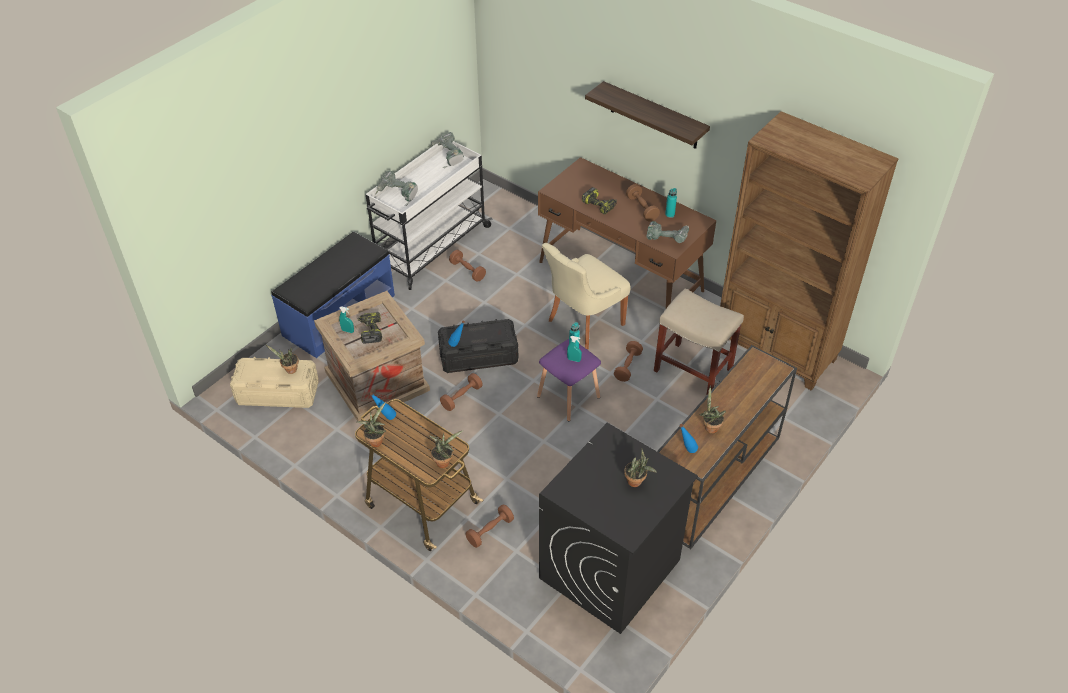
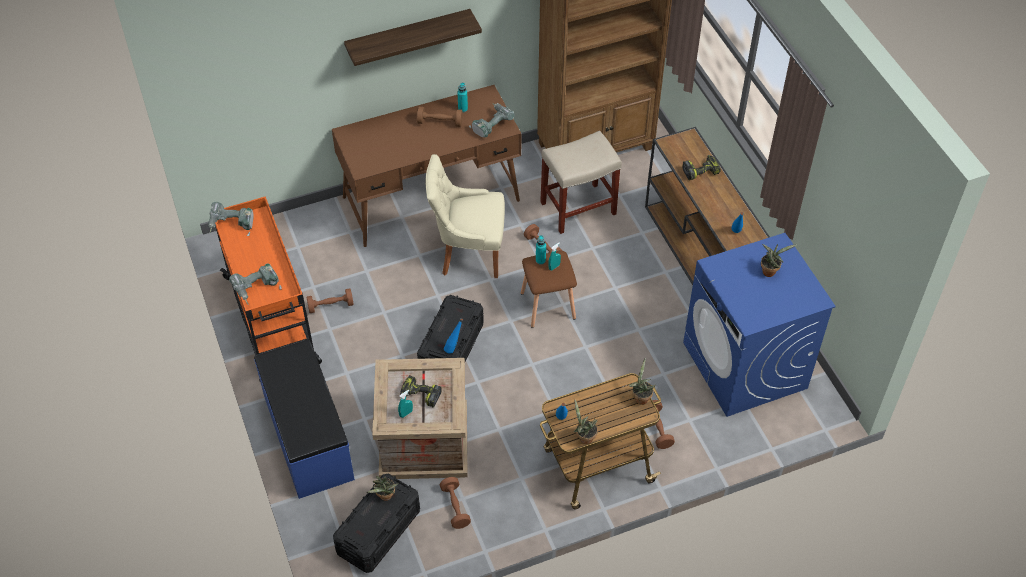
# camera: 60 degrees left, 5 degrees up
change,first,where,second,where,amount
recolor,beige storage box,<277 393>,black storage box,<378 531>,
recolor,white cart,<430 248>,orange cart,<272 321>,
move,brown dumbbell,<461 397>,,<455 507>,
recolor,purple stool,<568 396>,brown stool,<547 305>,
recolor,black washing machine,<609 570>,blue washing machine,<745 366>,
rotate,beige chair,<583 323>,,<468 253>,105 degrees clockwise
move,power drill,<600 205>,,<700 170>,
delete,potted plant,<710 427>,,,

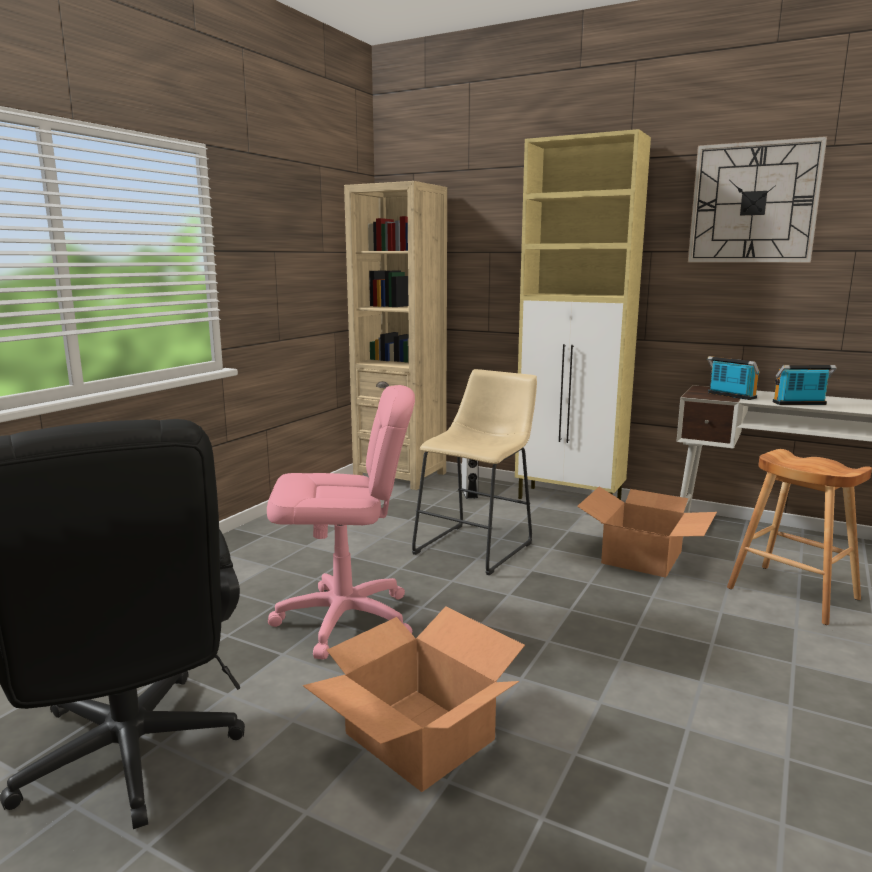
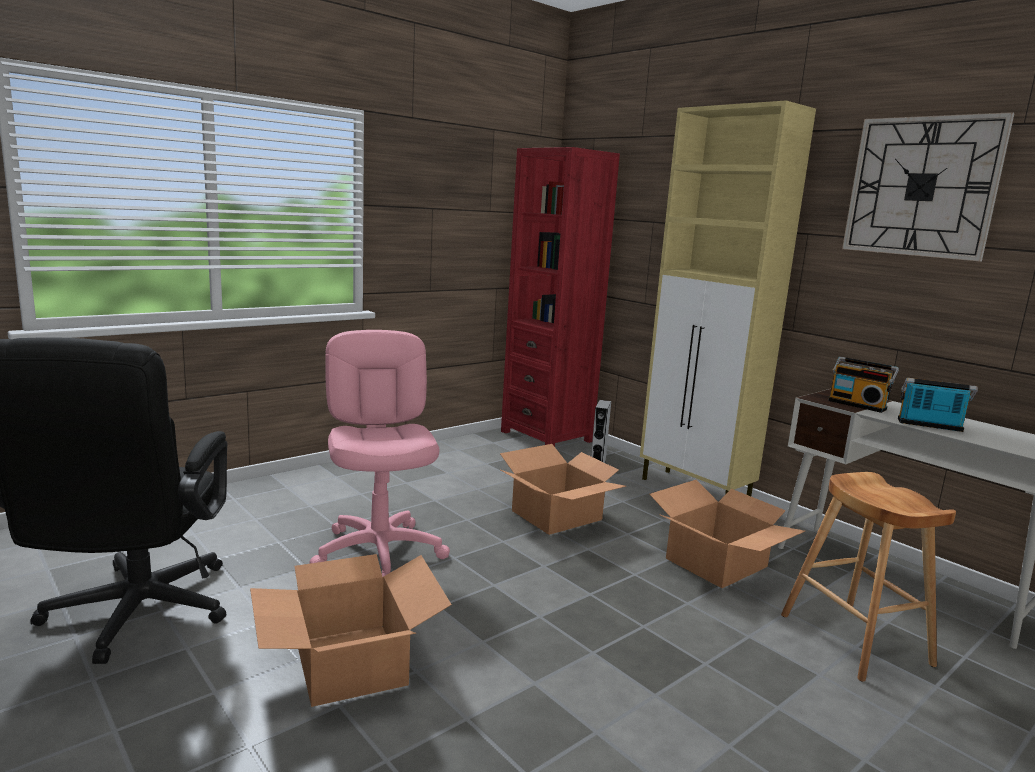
# camera: 20 degrees right, 0 degrees up
change,first,where,second,where,amount
rotate,pink office chair,<345 620>,,<380 552>,120 degrees counterclockwise
recolor,beige bookcase,<400 475>,red bookcase,<547 436>,
replace,beige stool,<477 546>,cardboard box,<557 515>,
rotate,radio,<730 396>,,<858 405>,150 degrees clockwise

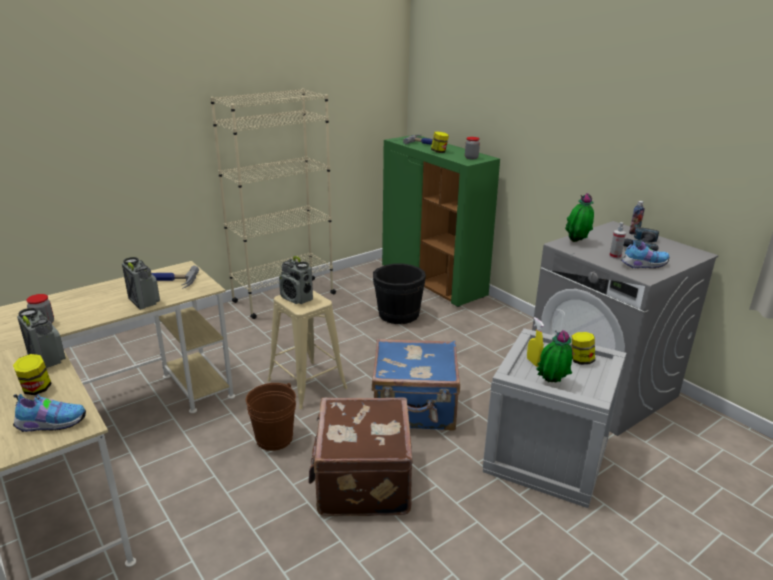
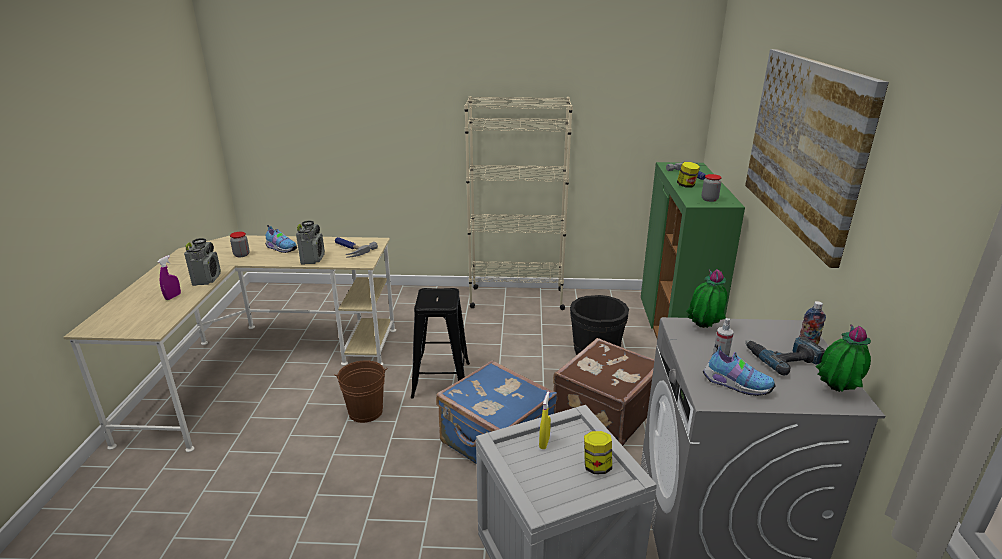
# camera: 40 degrees right, 0 degrees up
change,first,where,second,where,amount
replace,jar,<36 389>,purple spray bottle,<173 297>,
move,shoe,<50 424>,,<281 249>,
recolor,beige stool,<307 384>,black stool,<441 380>,
delete,radio,<297 299>,,,
move,brown suitcase,<361 481>,,<602 415>,
move,potted plant,<551 383>,,<835 392>,
insert,,,picture,<804 145>,

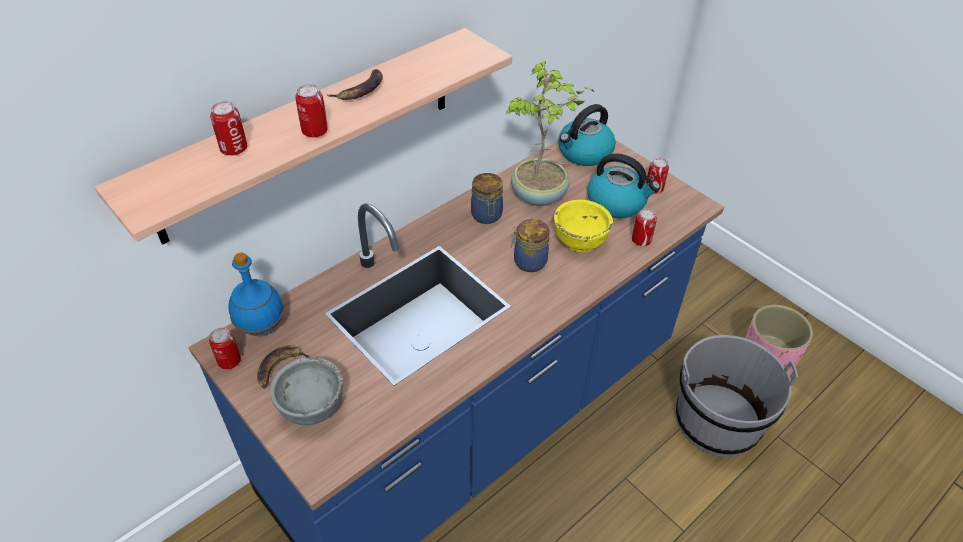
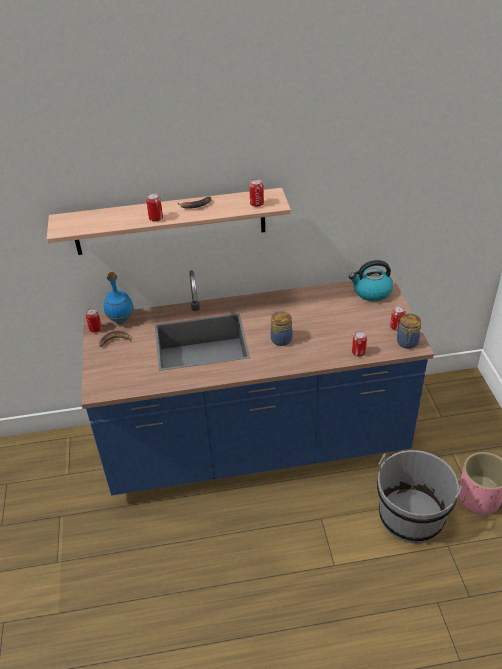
# camera: 35 degrees right, 5 degrees down
change,first,where,second,where,amount
move,can,<234 149>,,<257 204>,
delete,grey bowl,<312 407>,,,
move,jar,<487 216>,,<407 343>,
delete,potted plant,<540 196>,,,
delete,yellow bowl,<579 240>,,,
delete,kettle,<617 202>,,,

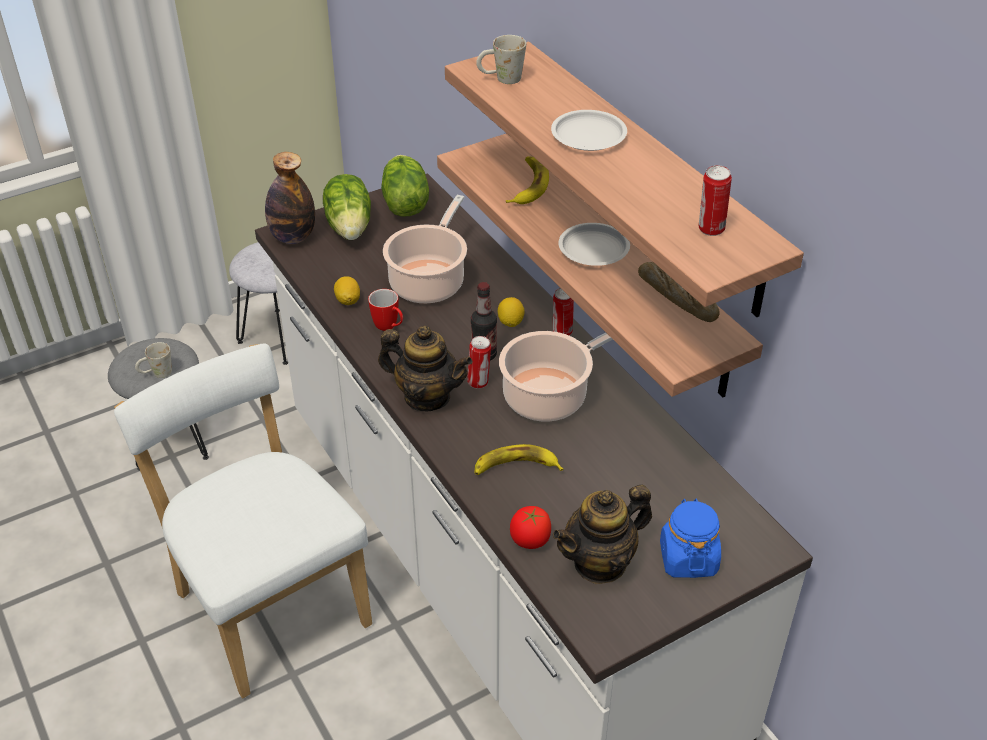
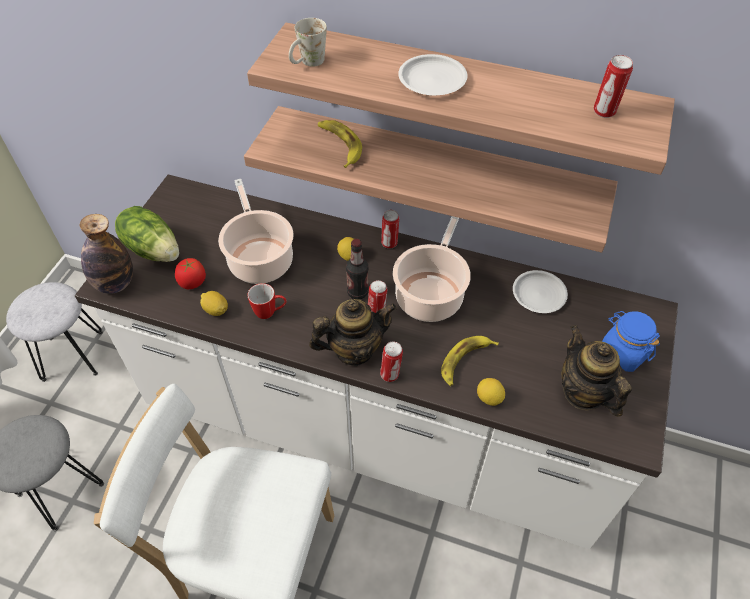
# camera: 40 degrees left, 10 degrees up
change,first,where,second,where,amount
delete,white mug,<156 374>,,,
delete,lettuce,<404 204>,,,
move,tomato,<530 540>,,<192 283>,
rotate,teapot,<600 562>,,<583 392>,135 degrees clockwise
move,white plate,<593 249>,,<538 294>,
delete,bread,<677 298>,,,
insert,,,can,<390 375>,
insert,,,lemon,<489 398>,

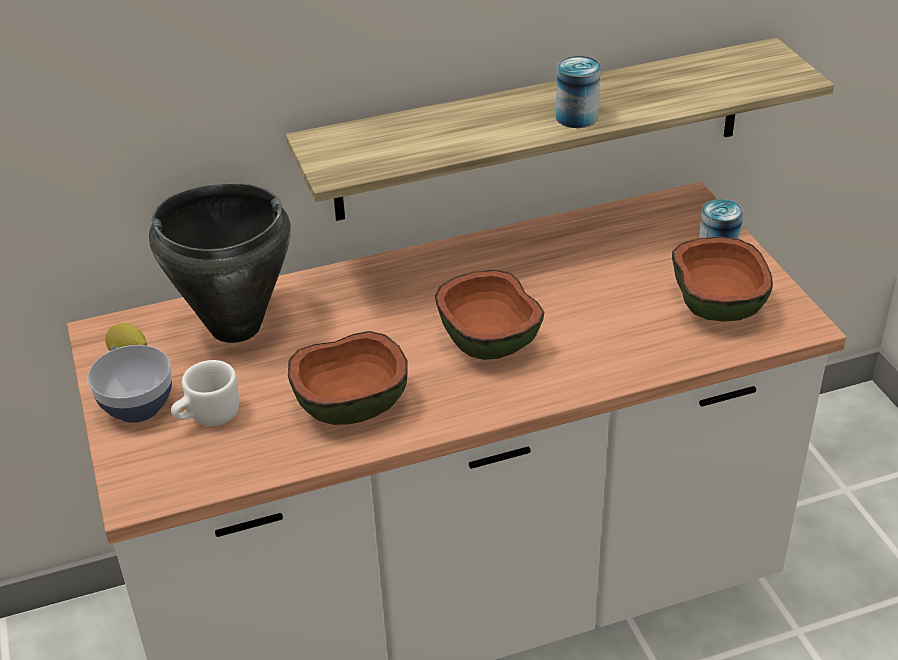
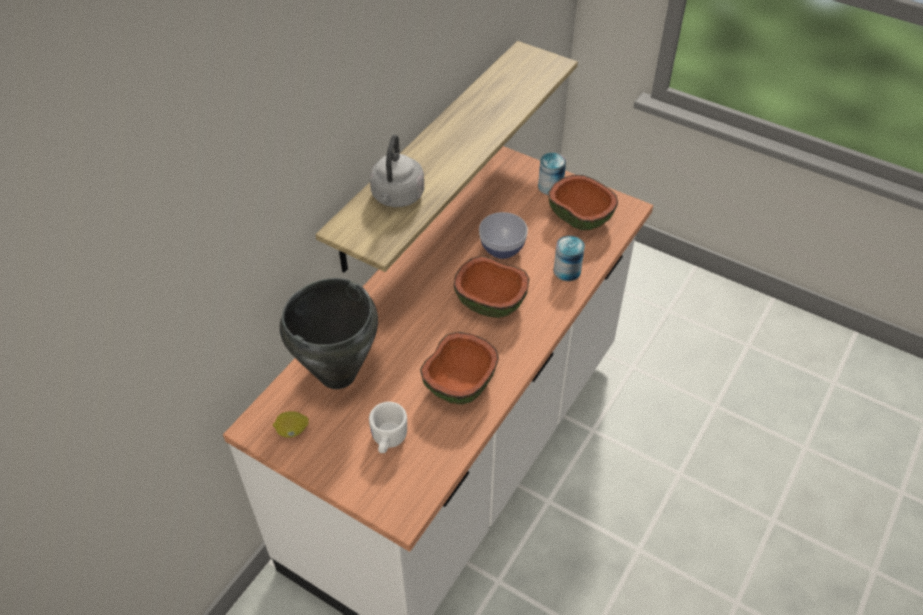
# camera: 40 degrees left, 10 degrees up
change,first,where,second,where,amount
move,bowl,<138 407>,,<502 249>,
move,can,<576 117>,,<567 271>,
insert,,,grey kettle,<397 197>,

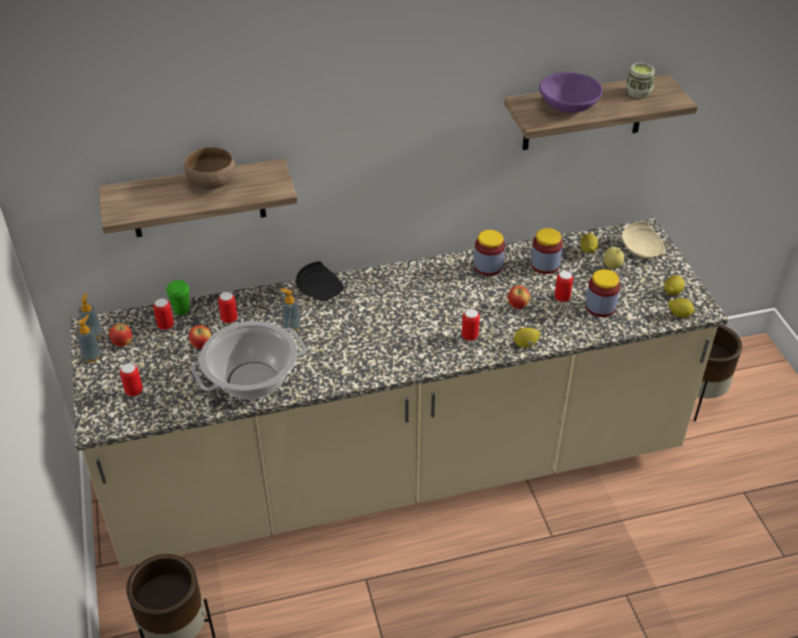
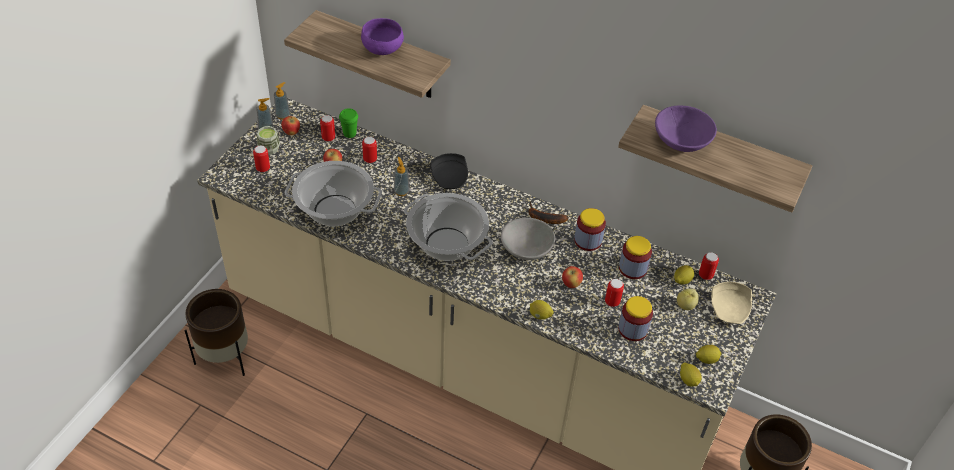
# camera: 40 degrees right, 5 degrees up
change,first,where,second,where,amount
recolor,brown bowl,<212 182>,purple bowl,<383 48>,
move,can,<469 336>,,<705 275>,
move,cup,<638 92>,,<269 149>,
insert,,,cooking pot,<446 244>,
insert,,,grey bowl,<526 249>,
insert,,,banana,<543 218>,

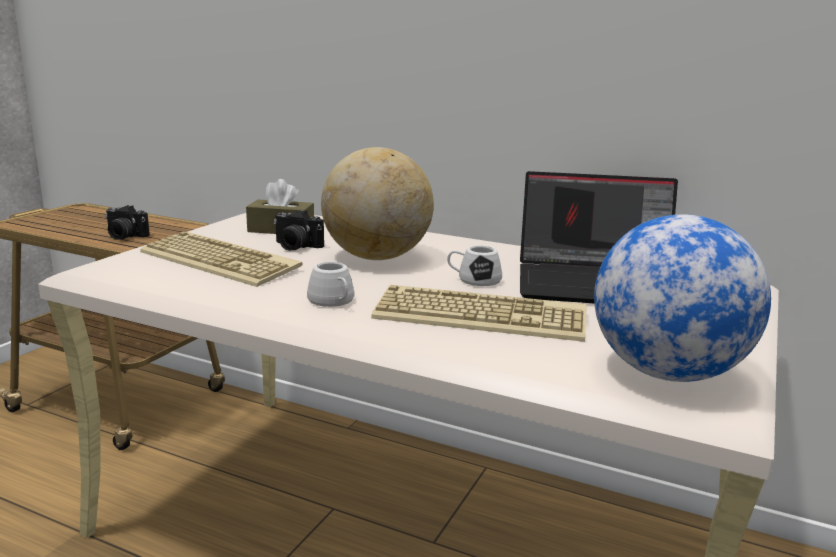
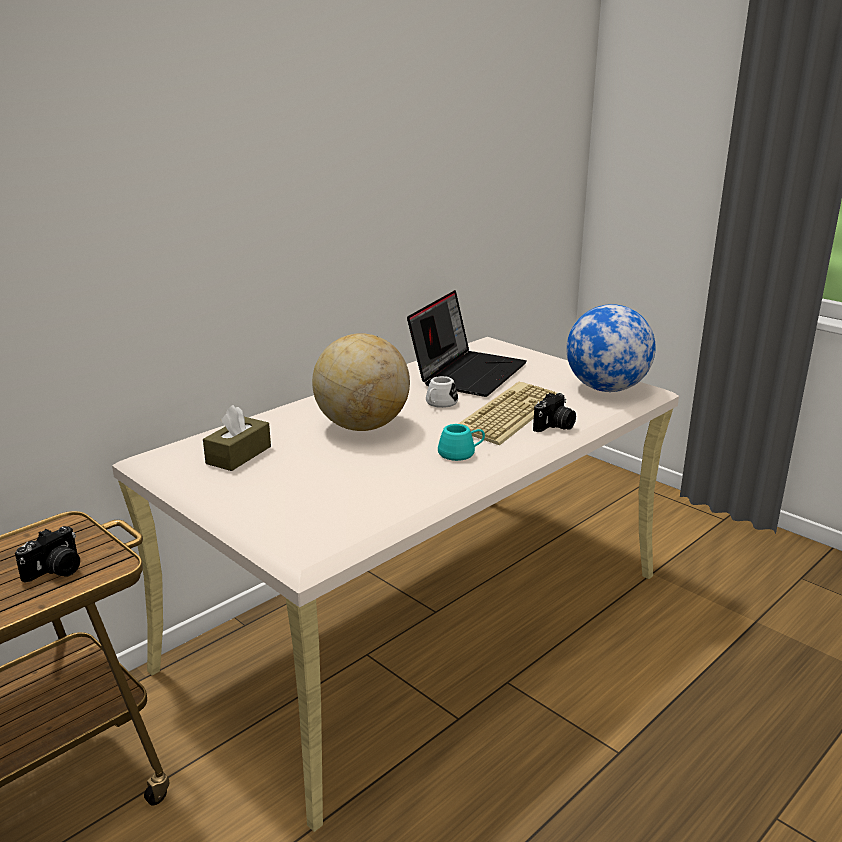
# camera: 70 degrees left, 5 degrees up
change,first,where,second,where,amount
delete,keyboard,<222 260>,,,
move,photo camera,<295 246>,,<555 426>,
recolor,white mug,<333 302>,turquoise mug,<461 453>,

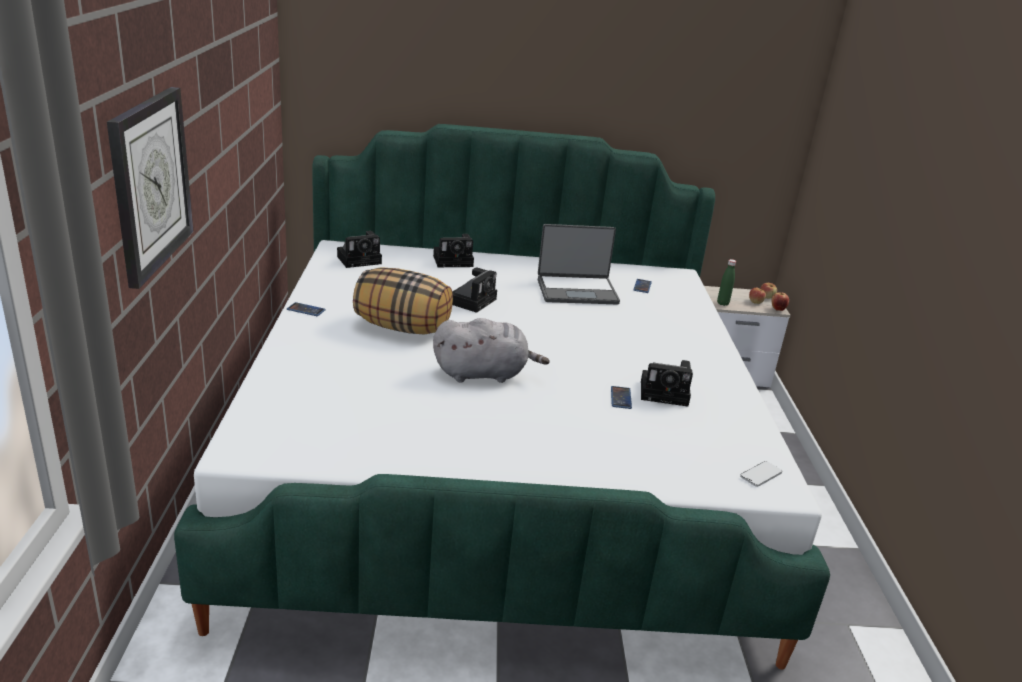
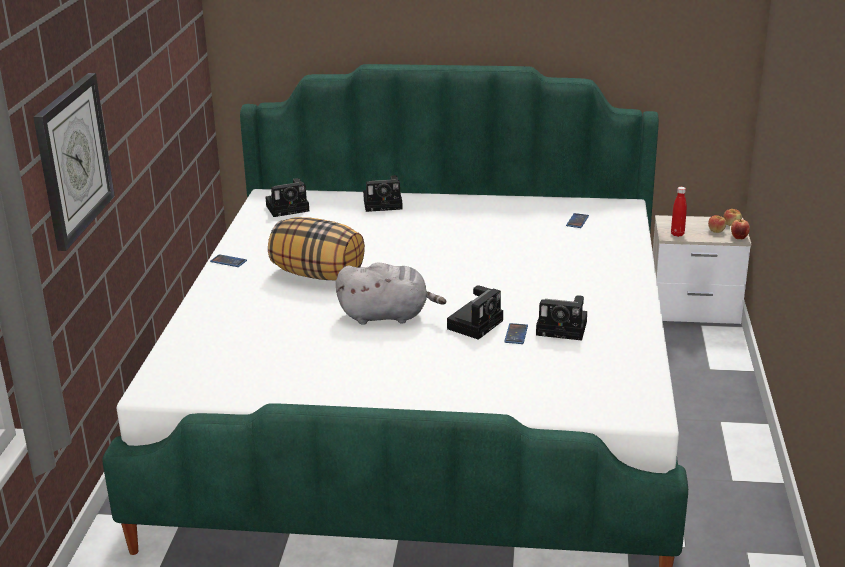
# camera: 10 degrees right, 0 degrees up
change,first,where,second,where,amount
move,photo camera,<473 300>,,<476 323>,
delete,laptop,<577 291>,,,
recolor,green bottle,<722 303>,red bottle,<677 234>,
delete,phone,<760 475>,,,

